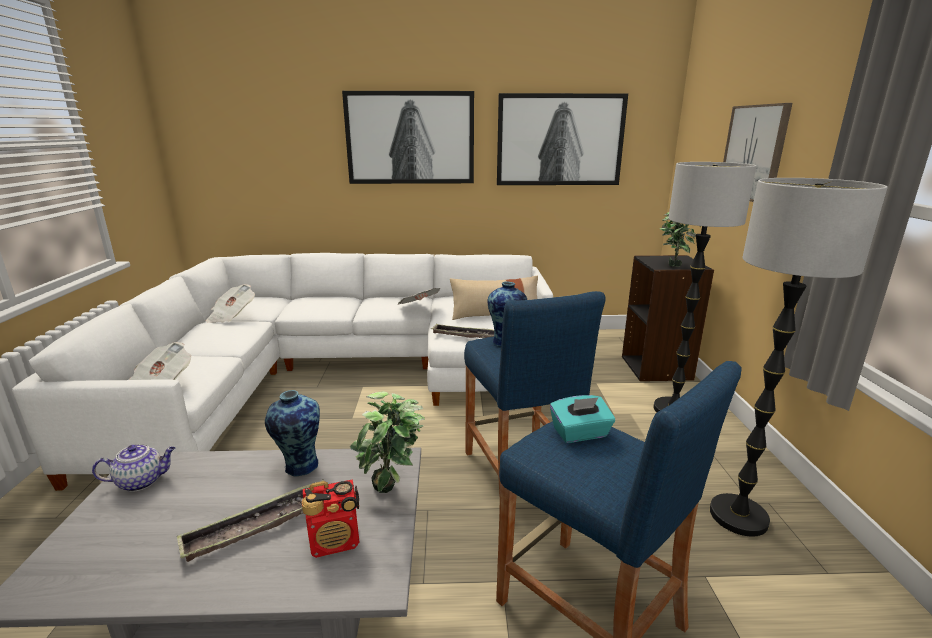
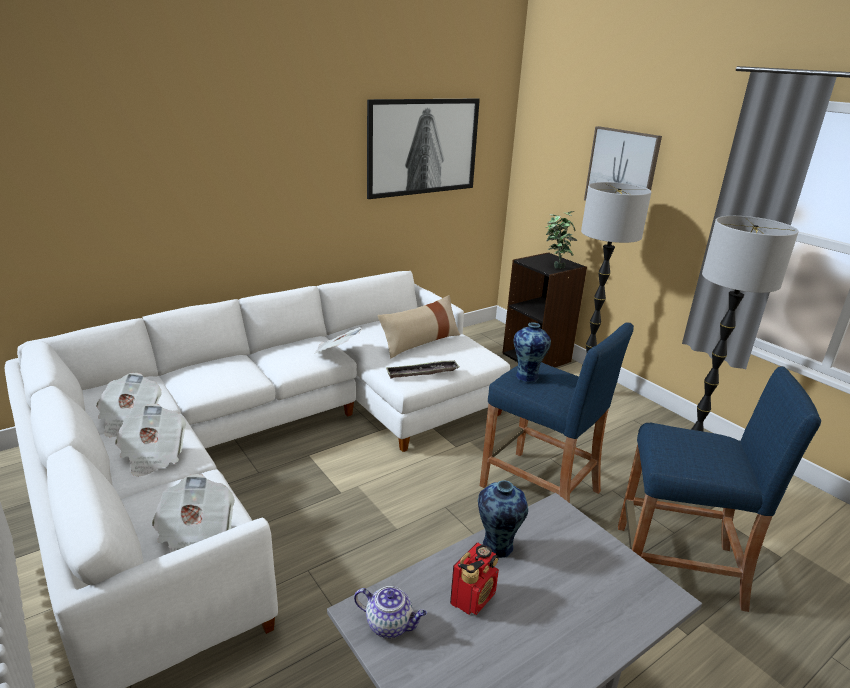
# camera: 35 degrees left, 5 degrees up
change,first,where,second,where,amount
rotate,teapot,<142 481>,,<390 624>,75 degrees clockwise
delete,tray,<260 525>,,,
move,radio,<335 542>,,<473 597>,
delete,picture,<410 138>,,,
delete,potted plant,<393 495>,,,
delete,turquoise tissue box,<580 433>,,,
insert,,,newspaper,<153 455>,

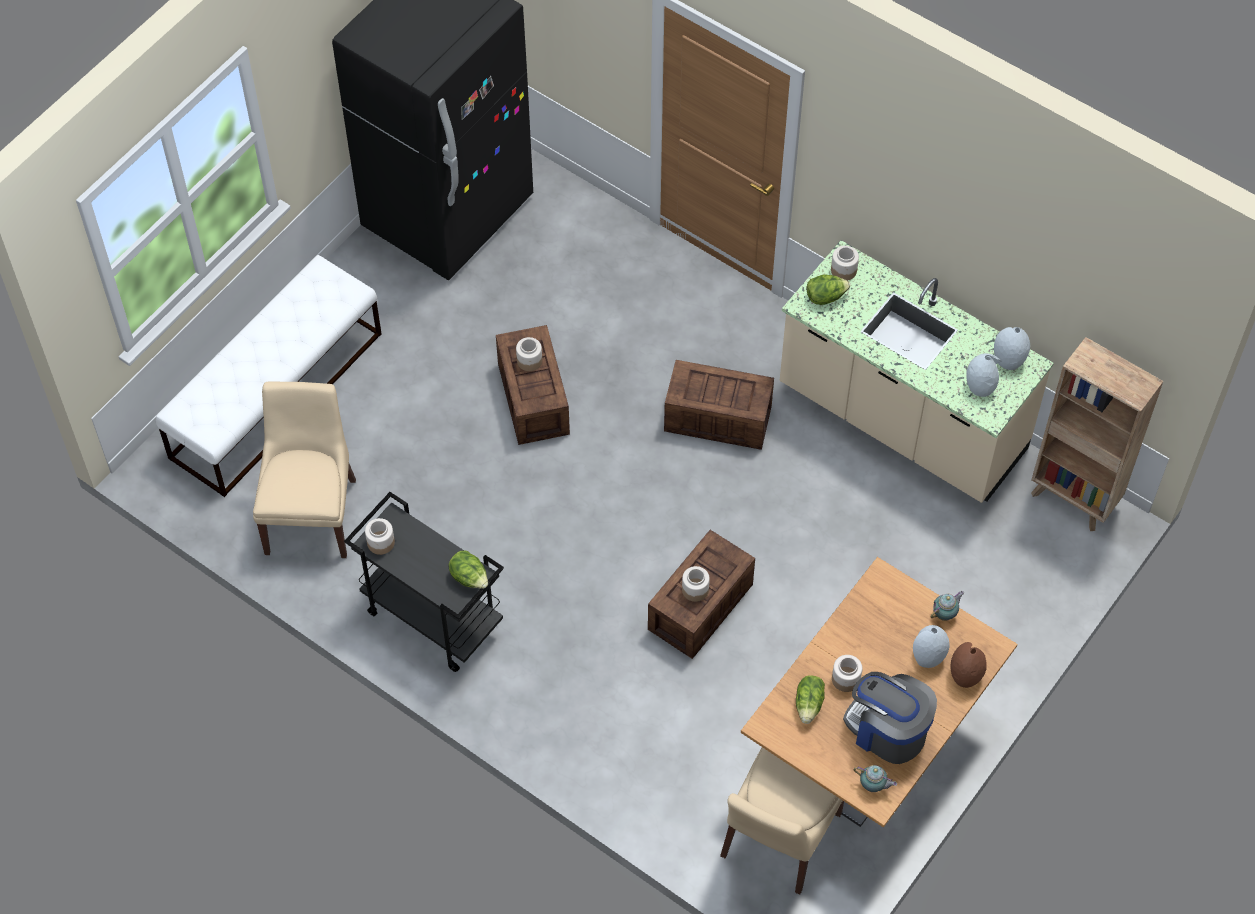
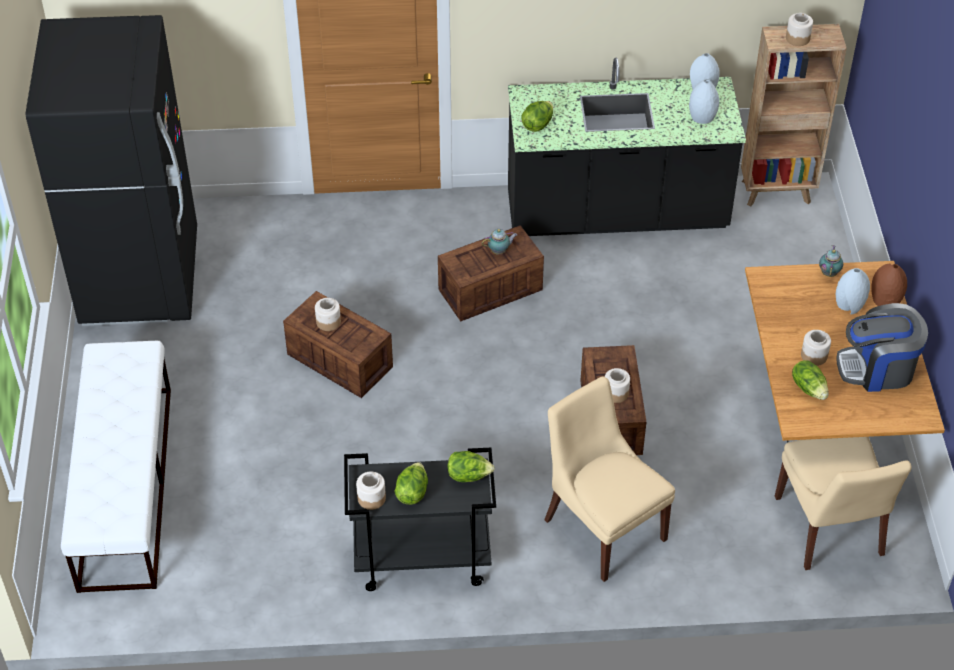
# camera: 40 degrees left, 10 degrees down
change,first,where,second,where,amount
move,beige chair,<311 512>,,<602 526>,
recolor,beige counter,<901 420>,black counter,<616 214>,
move,jar,<844 270>,,<797 38>,
move,teapot,<873 786>,,<499 251>,
insert,,,lettuce,<412 492>,

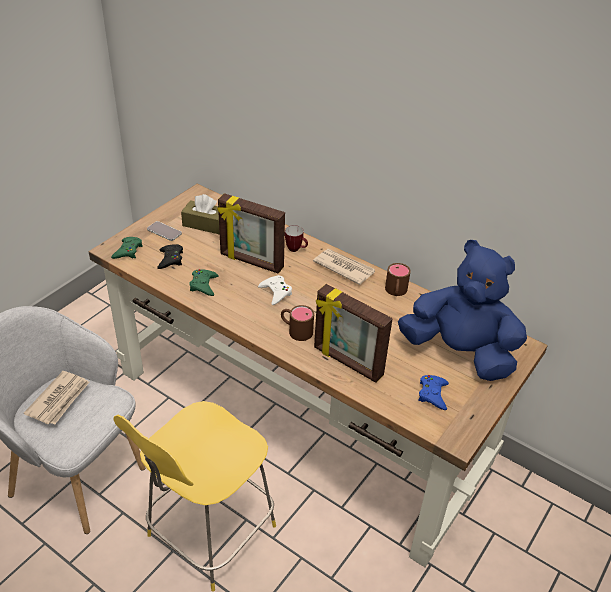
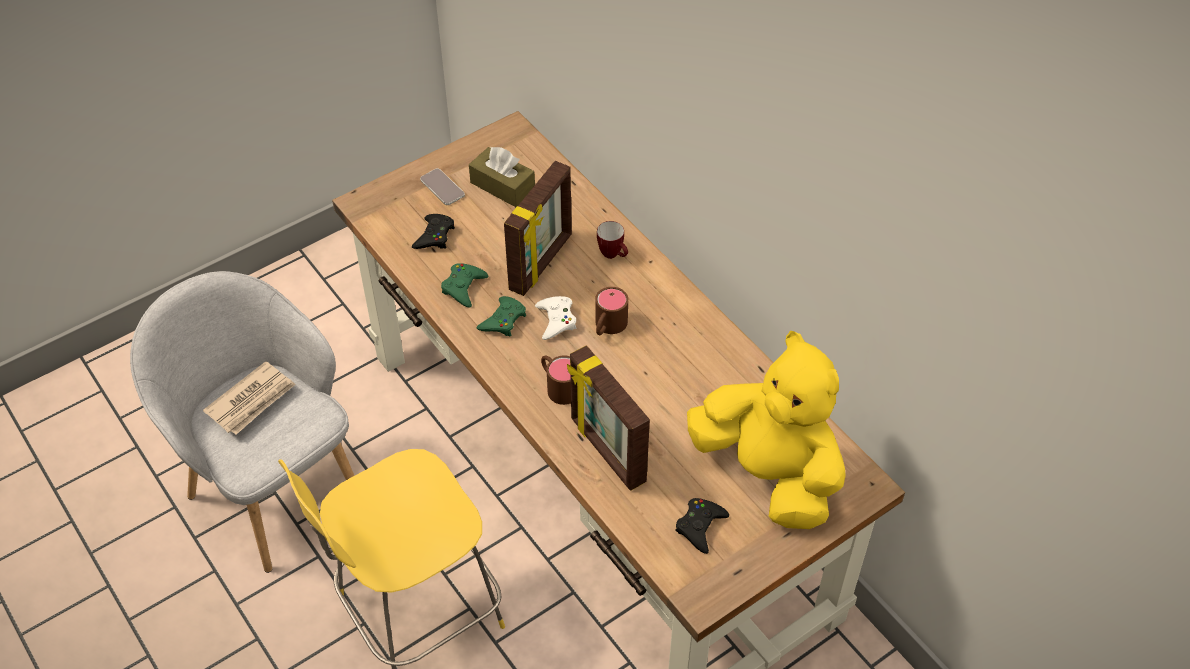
# camera: 20 degrees right, 10 degrees up
change,first,where,second,where,amount
move,green game controller,<128 251>,,<503 320>,
rotate,picture frame,<251 262>,,<542 263>,105 degrees counterclockwise
delete,newspaper,<343 267>,,,
move,brown mug,<395 292>,,<607 327>,
recolor,blue plush toy,<459 353>,yellow plush toy,<769 474>,
recolor,blue game controller,<433 394>,black game controller,<700 526>,

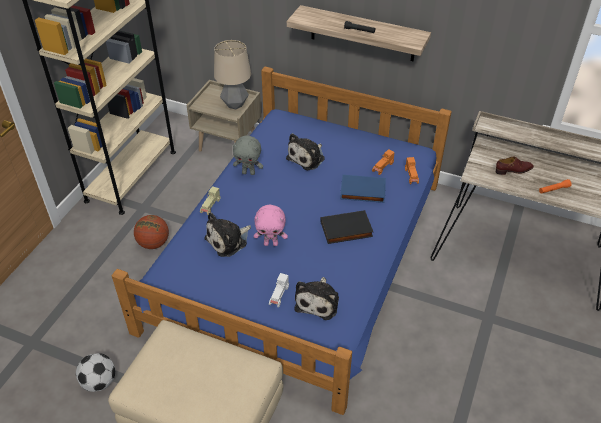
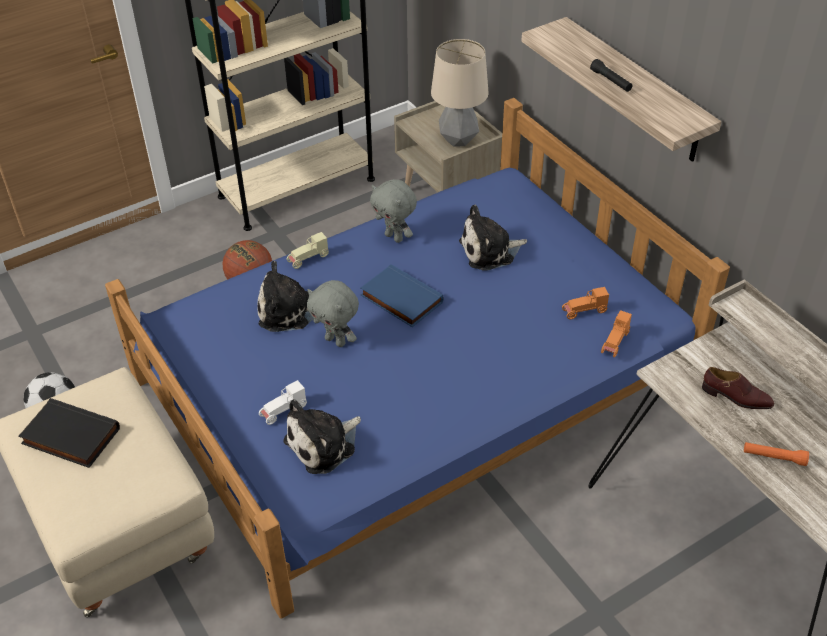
# camera: 35 degrees right, 0 degrees up
change,first,where,second,where,amount
recolor,pink plush toy,<271 243>,grey plush toy,<336 341>,
move,black book,<346 230>,,<69 437>,
move,blue book,<362 191>,,<400 299>,

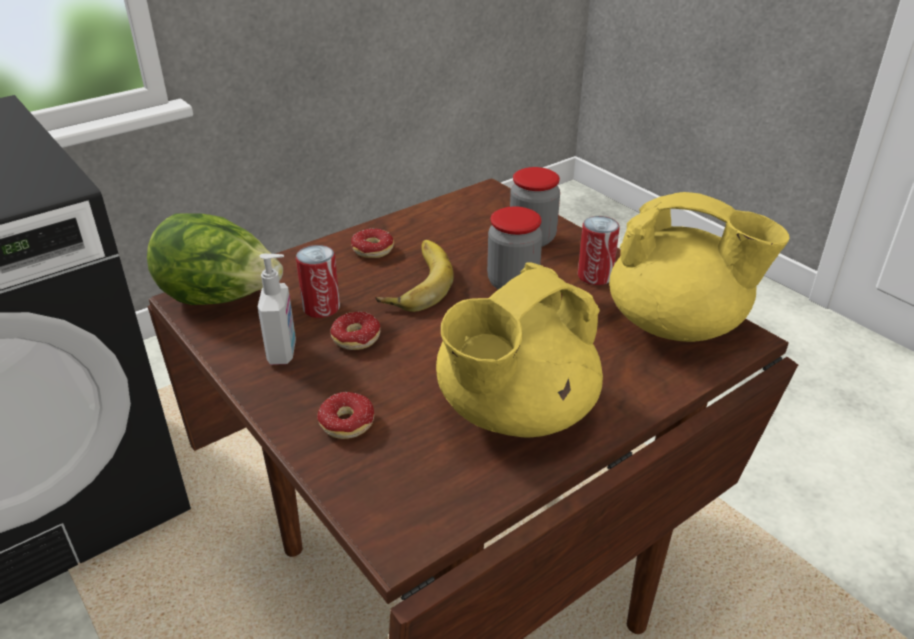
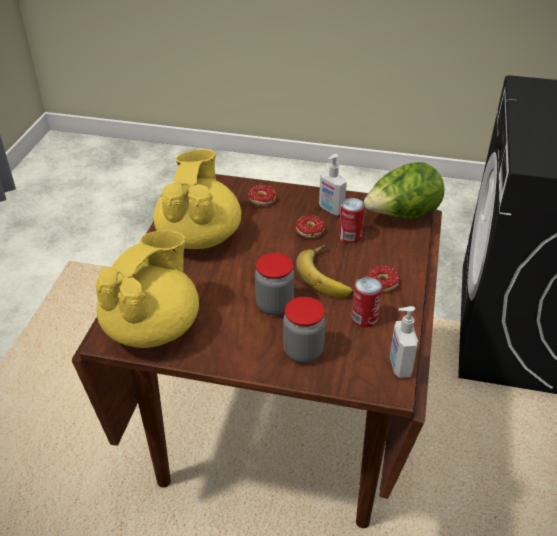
# camera: 140 degrees right, 5 degrees up
change,first,where,second,where,amount
move,can,<595 276>,,<364 318>,
rotate,yellow teapot,<677 325>,,<153 327>,135 degrees clockwise
insert,,,soap dispenser,<399 366>,

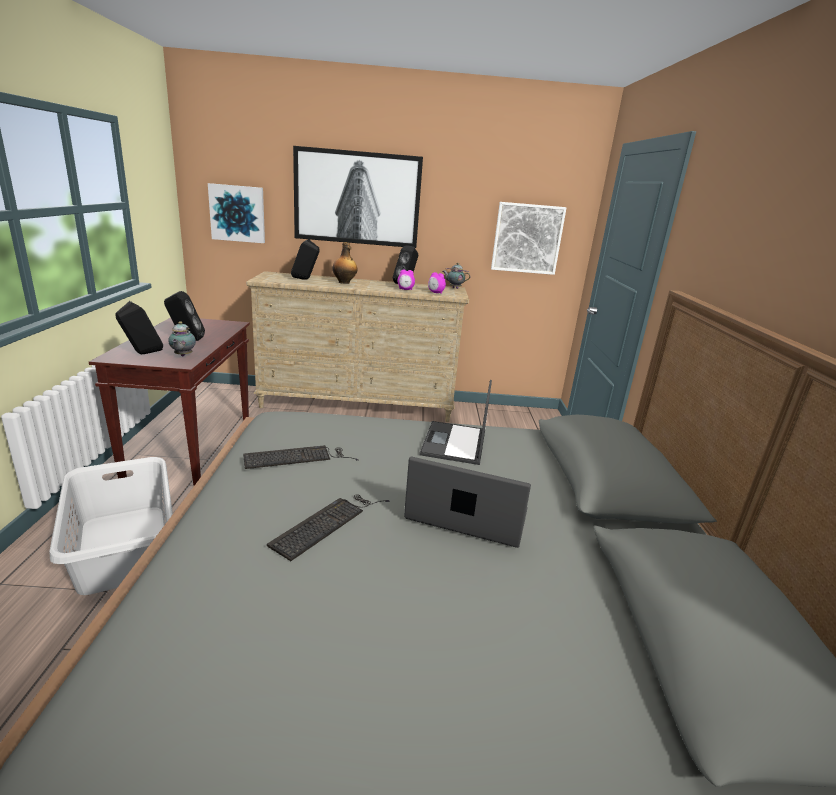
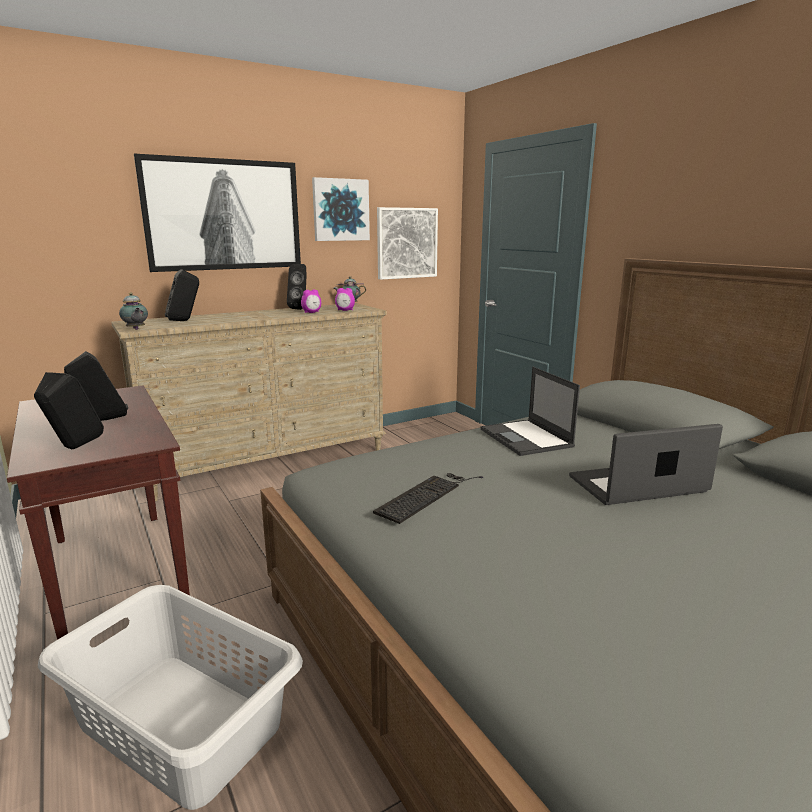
# camera: 30 degrees left, 5 degrees down
change,first,where,second,where,amount
move,teapot,<183 356>,,<136 329>,
move,picture,<237 213>,,<340 210>,
delete,keyboard,<328 522>,,,
delete,bottle,<344 282>,,,

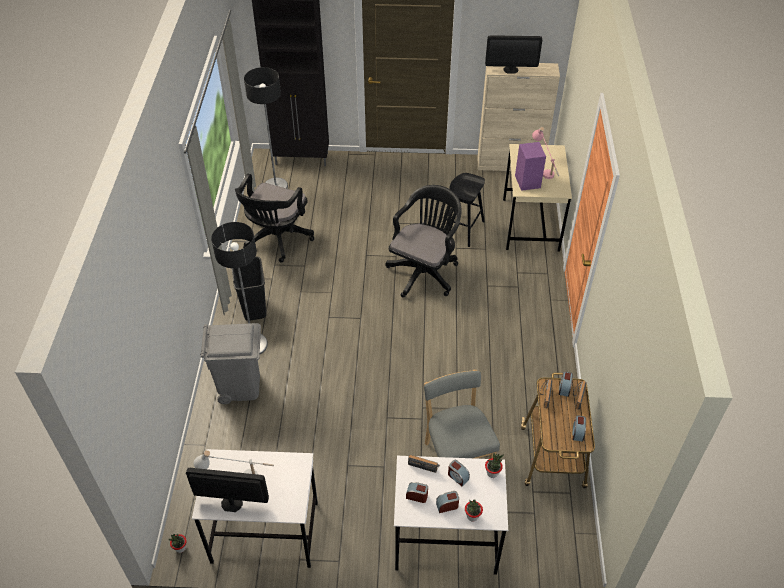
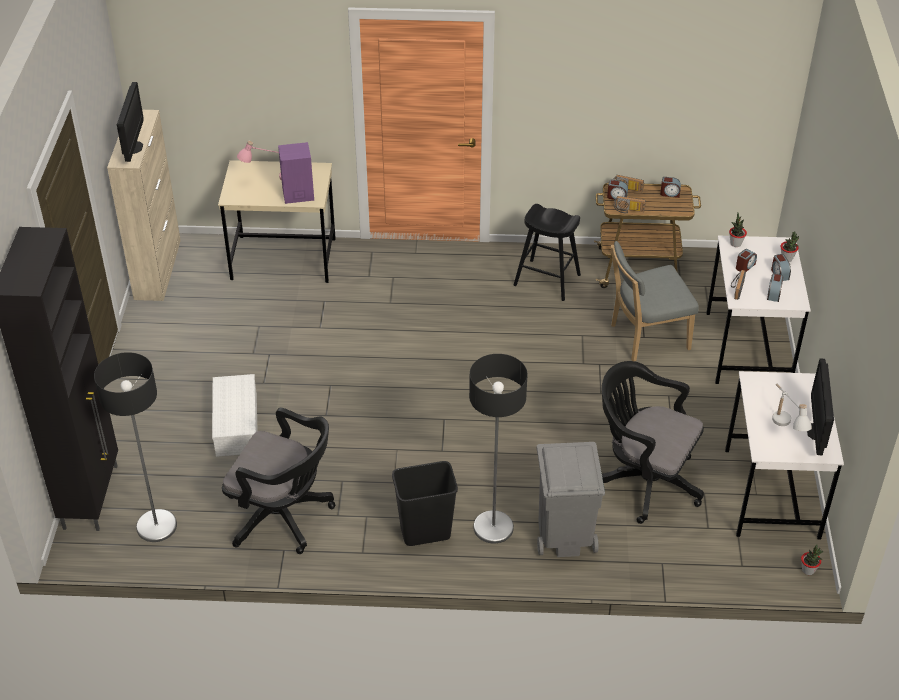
# camera: 90 degrees left, 5 degrees down
change,first,where,second,where,amount
move,black office chair,<424 271>,,<643 480>,
move,black stool,<461 229>,,<547 280>,
insert,,,white storage box,<237 425>,

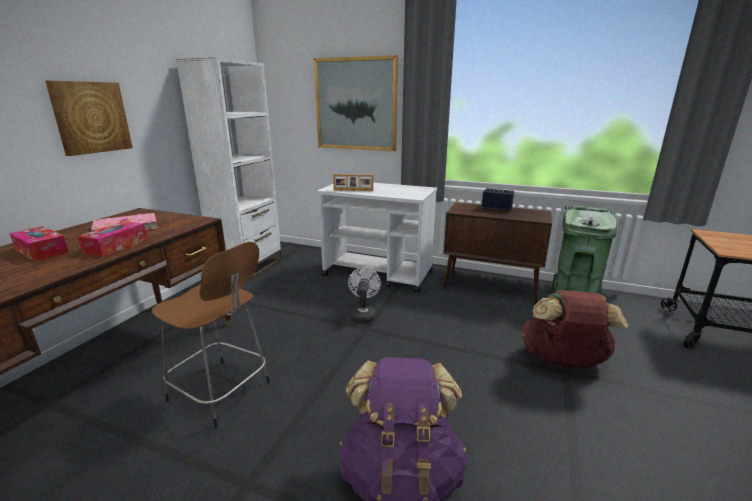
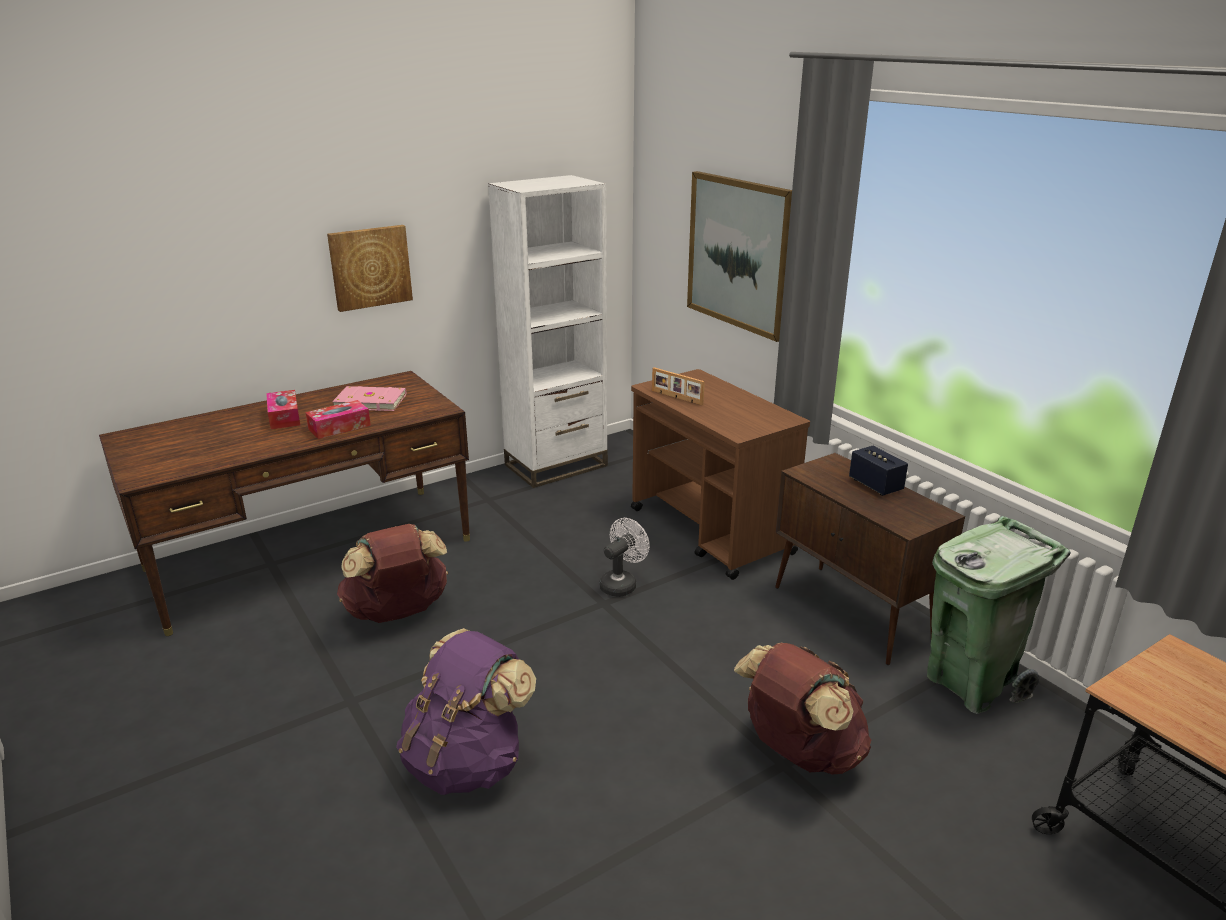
# camera: 35 degrees right, 5 degrees up
change,first,where,second,where,amount
replace,brown stool,<222 393>,brown backpack,<398 613>,
recolor,white cart,<378 274>,brown cart,<711 531>,

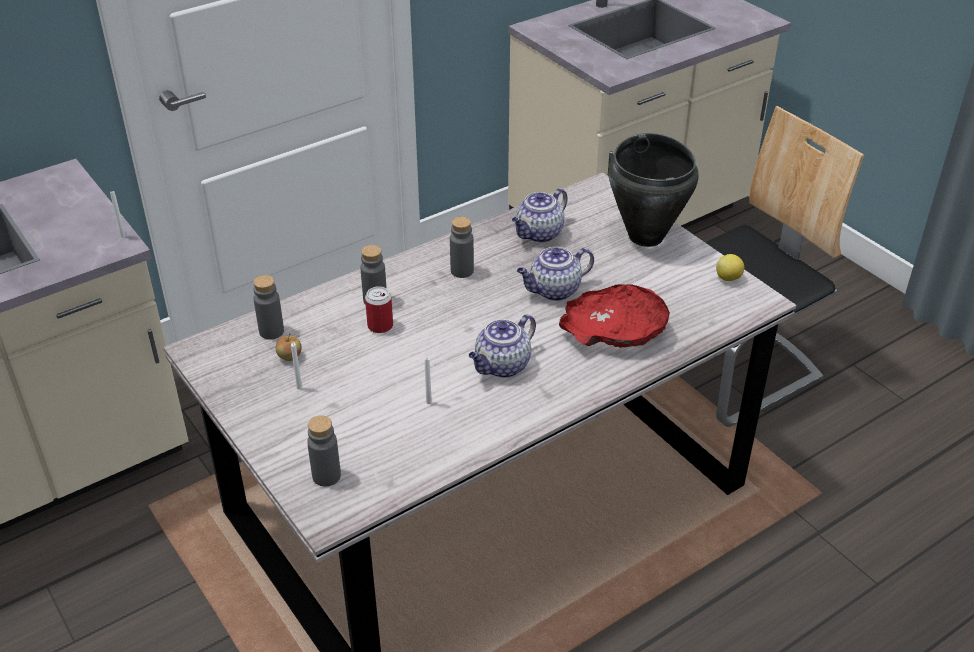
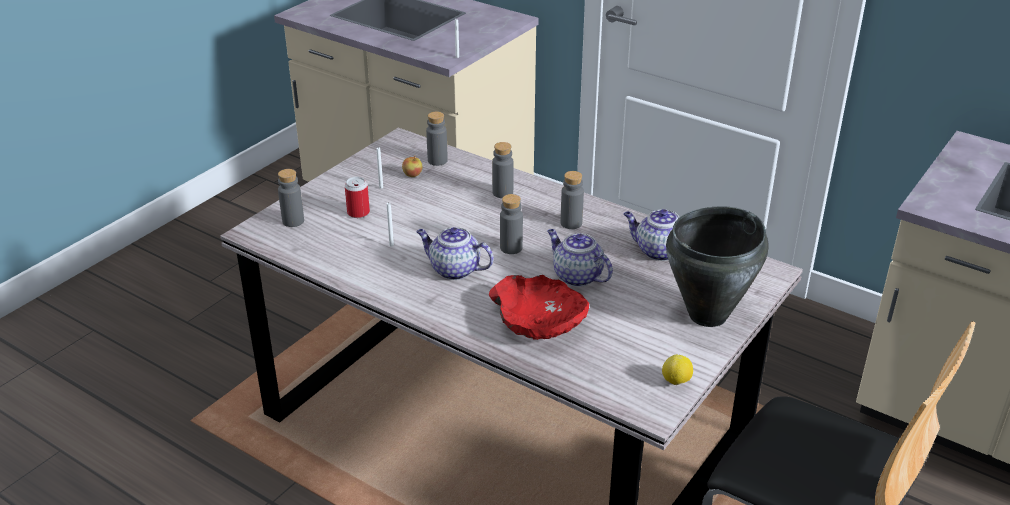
# camera: 70 degrees right, 5 degrees down
change,first,where,second,where,amount
move,can,<380 326>,,<358 213>,
insert,,,grey bottle,<511 248>,

